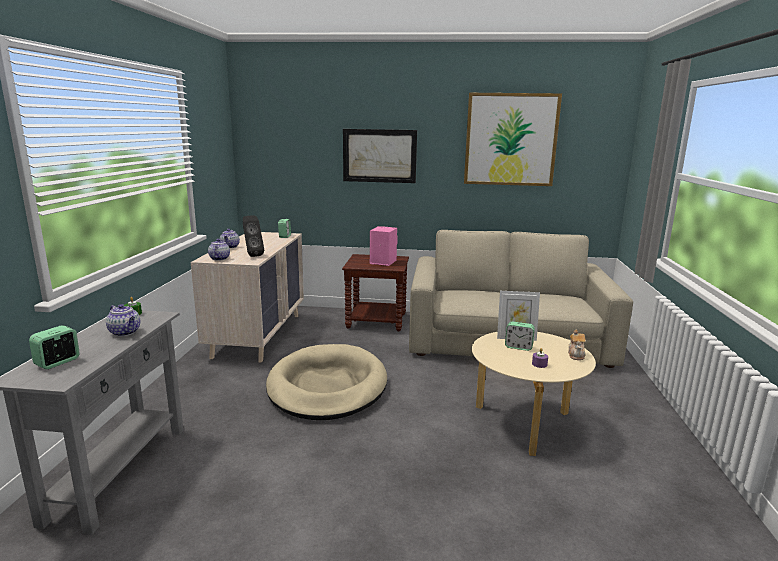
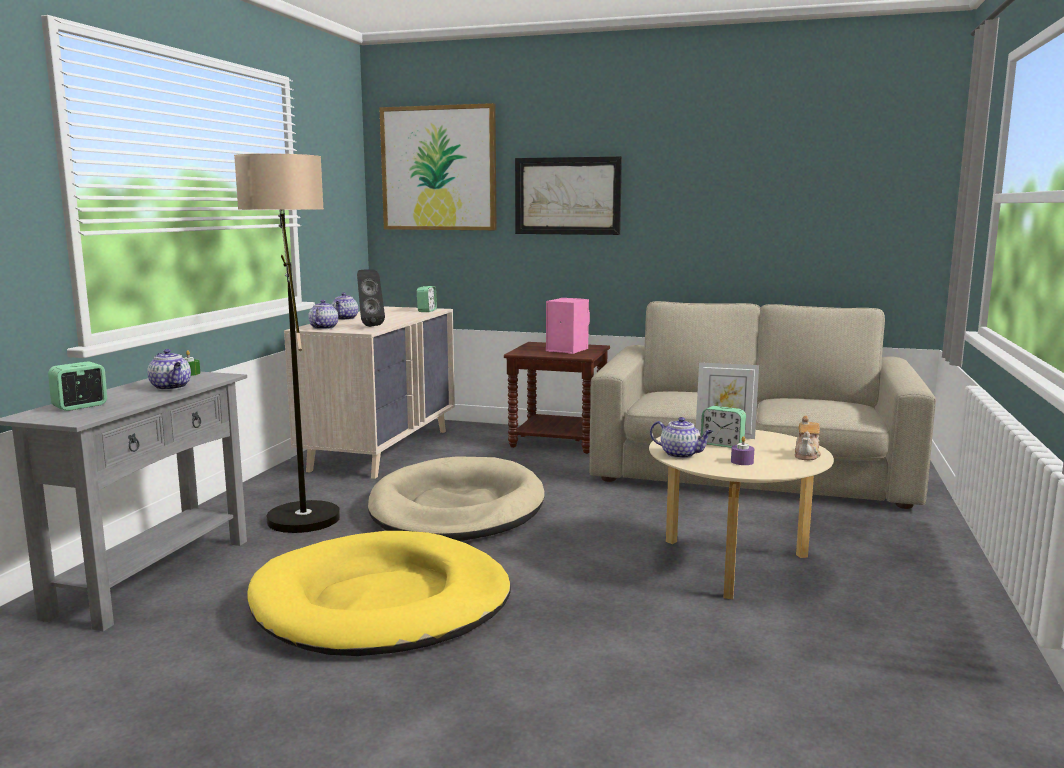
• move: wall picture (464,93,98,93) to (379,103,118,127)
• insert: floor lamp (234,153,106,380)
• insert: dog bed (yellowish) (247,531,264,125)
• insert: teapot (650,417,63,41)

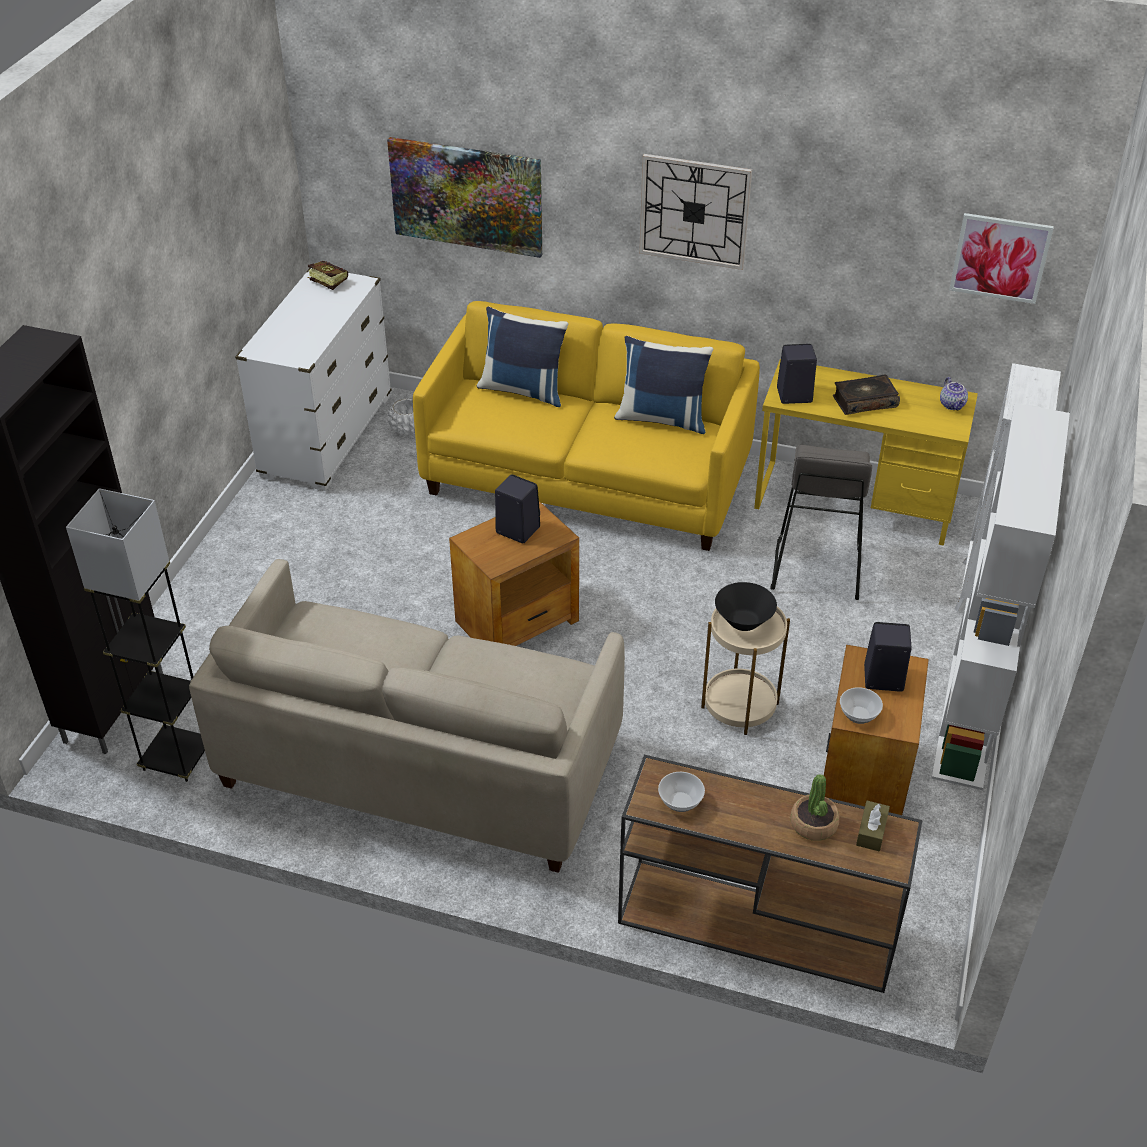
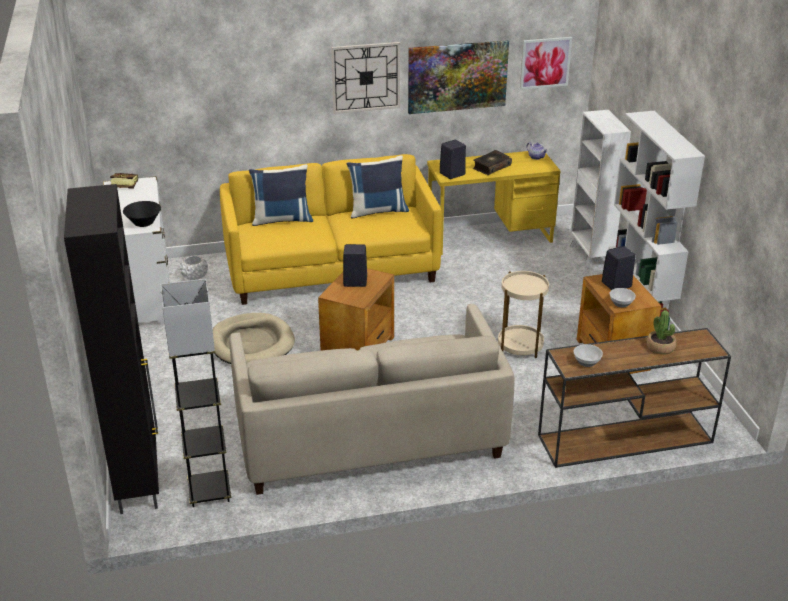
• move: wall picture (387,137,155,121) to (408,40,101,74)
• move: deep dish (black-coloured) (715,582,62,49) to (123,201,38,26)
• delete: stool seat (greyish) (770,445,102,155)
• delete: tissue box (brown) (856,801,34,50)
• insert: dog bed (beige) (213,313,82,51)

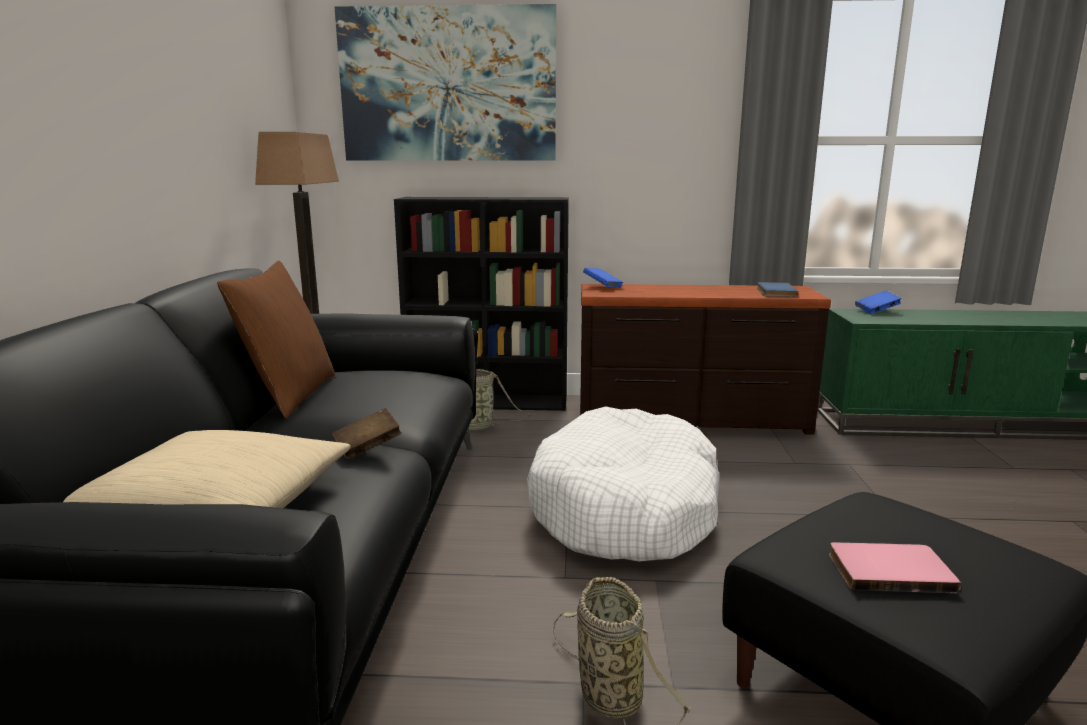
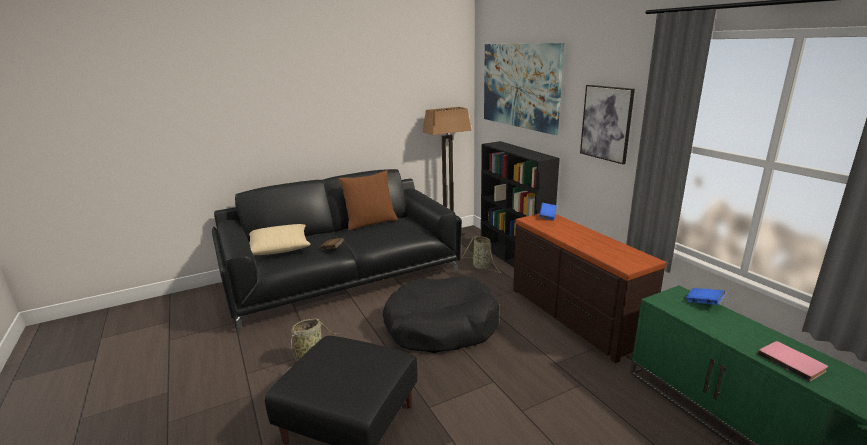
• recolor: dog bed (whitish) (527,406,192,155) to dog bed (black-coloured) (383,276,117,77)
• delete: bound book (blue) (757,282,41,15)
• move: bound book (pink-coloured) (829,542,132,51) to (758,341,70,41)
• insert: wall picture (580,85,55,79)

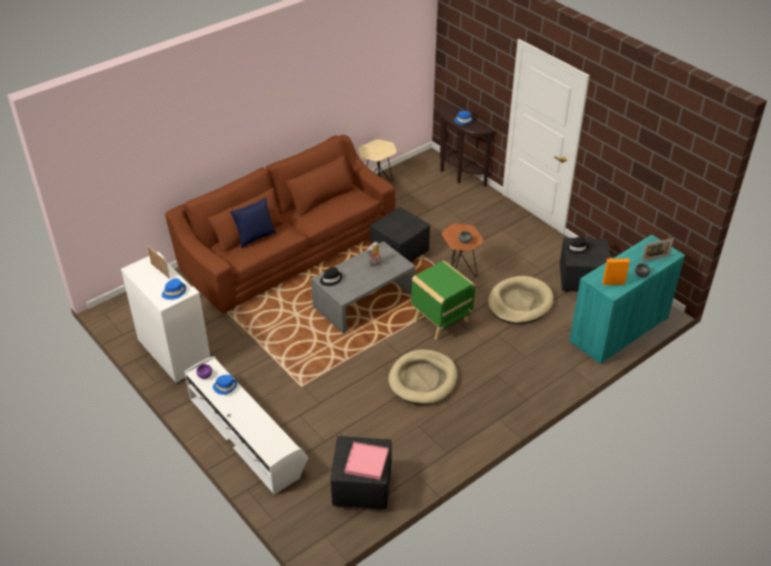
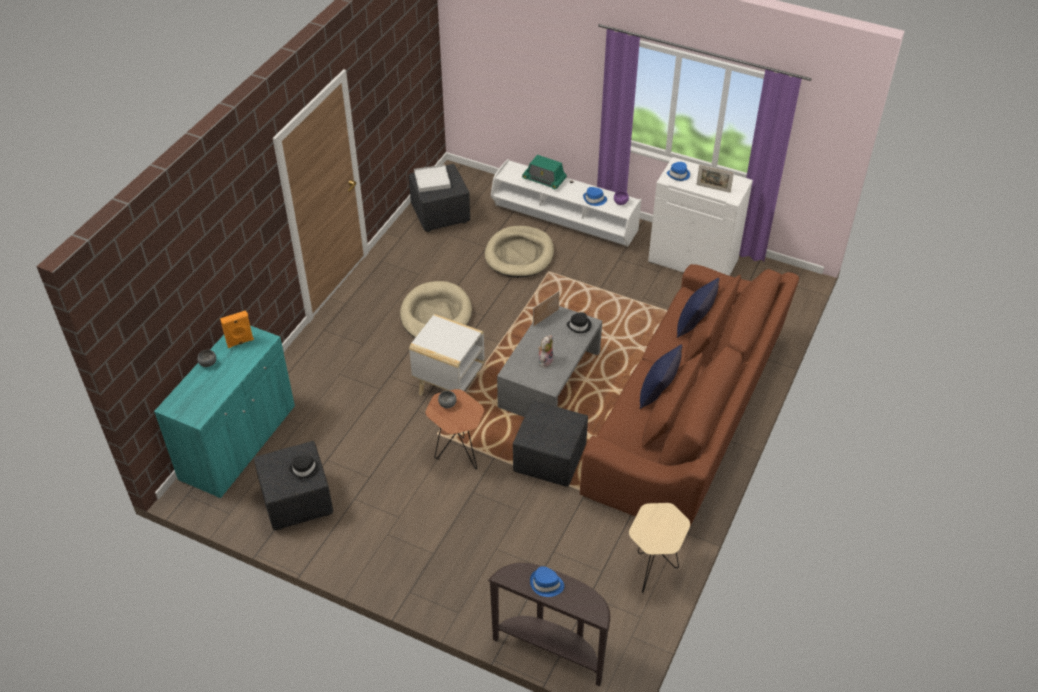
• recolor: serving tray (pink-coloured) (345,442,43,38) to serving tray (whitish) (414,165,37,27)
• recolor: side table (green-coloured) (411,260,64,80) to side table (whitish) (409,314,76,82)
• move: dog bed (beige) (488,276,65,48) to (485,226,69,52)
• move: picture frame (641,238,33,24) to (533,291,27,36)
• insert: radio receiver (522,155,45,34)
• insert: throw pillow (blue) (640,345,42,64)

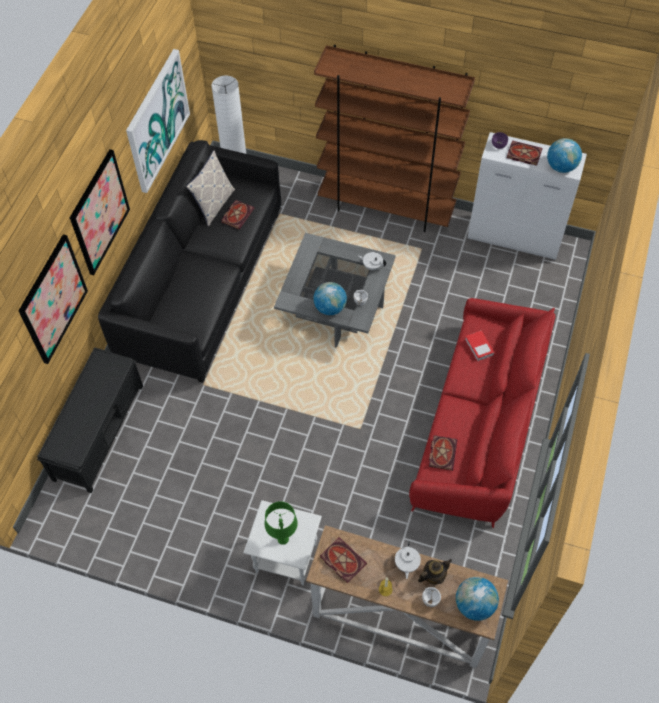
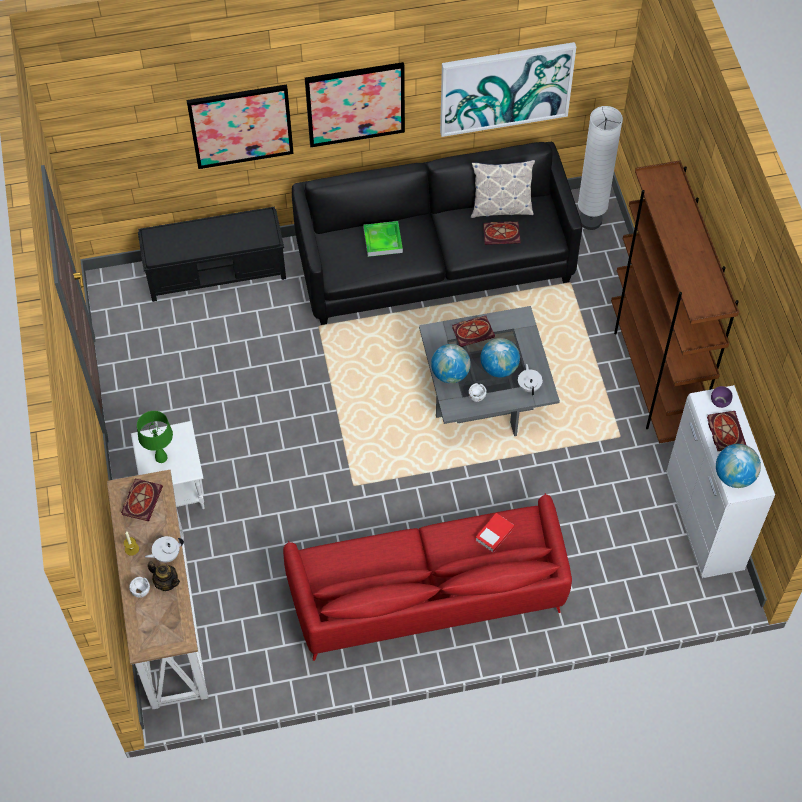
• move: bound book (429,435,28,36) to (452,316,43,31)
• move: world globe (456,577,43,44) to (481,338,39,39)
• insert: serving tray (363,221,40,36)

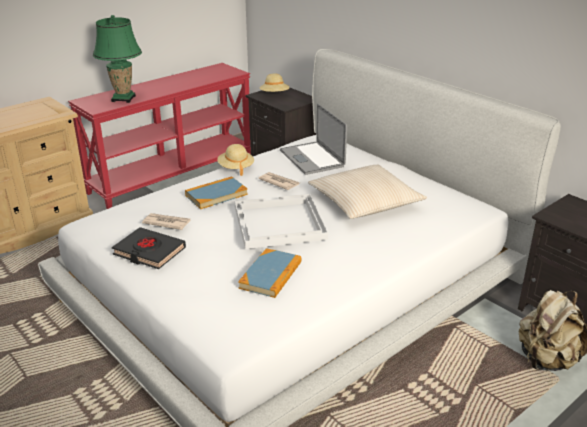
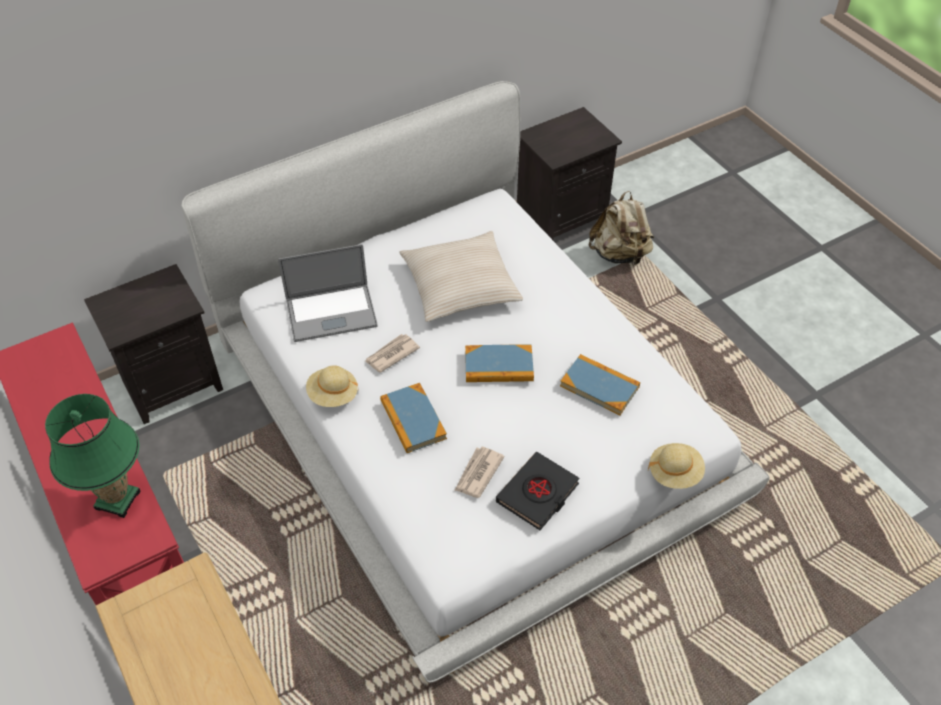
• replace: serving tray (whitish) (235,194,93,55) to bound book (465,345,69,37)
• move: hat (beige) (259,73,31,19) to (648,443,57,46)

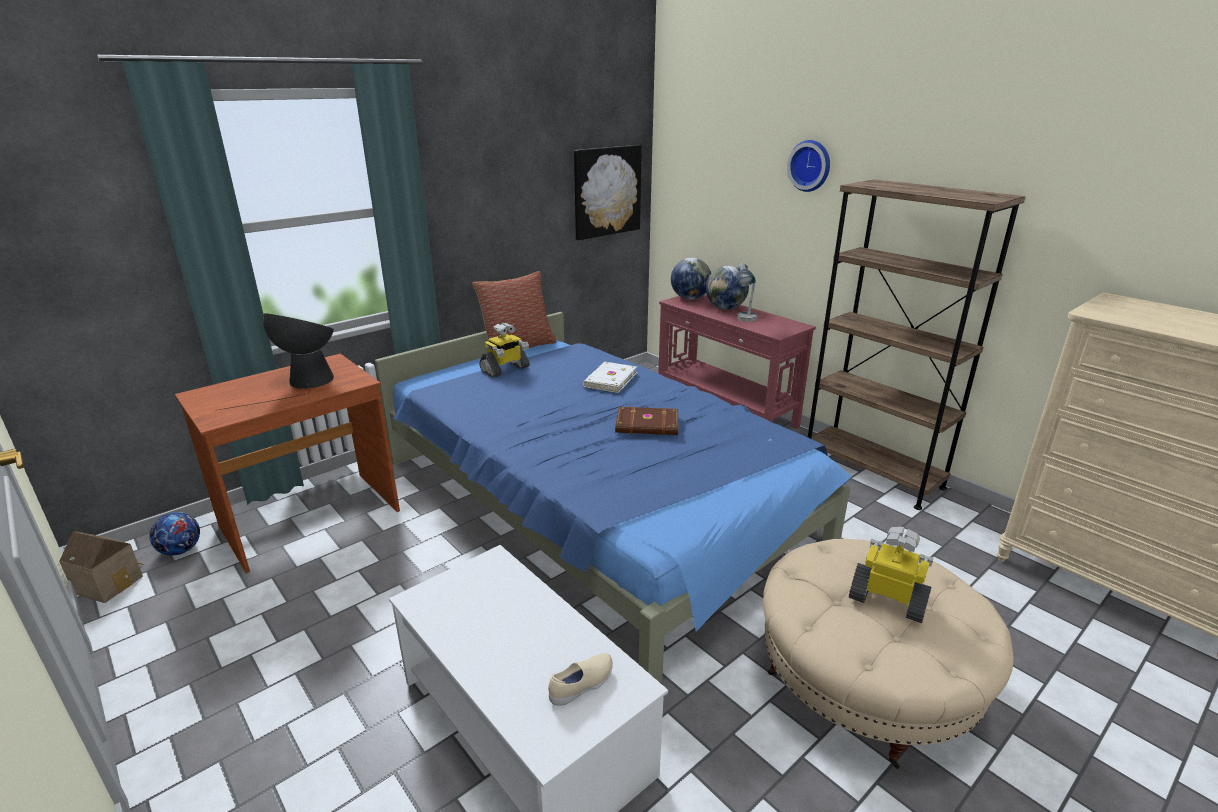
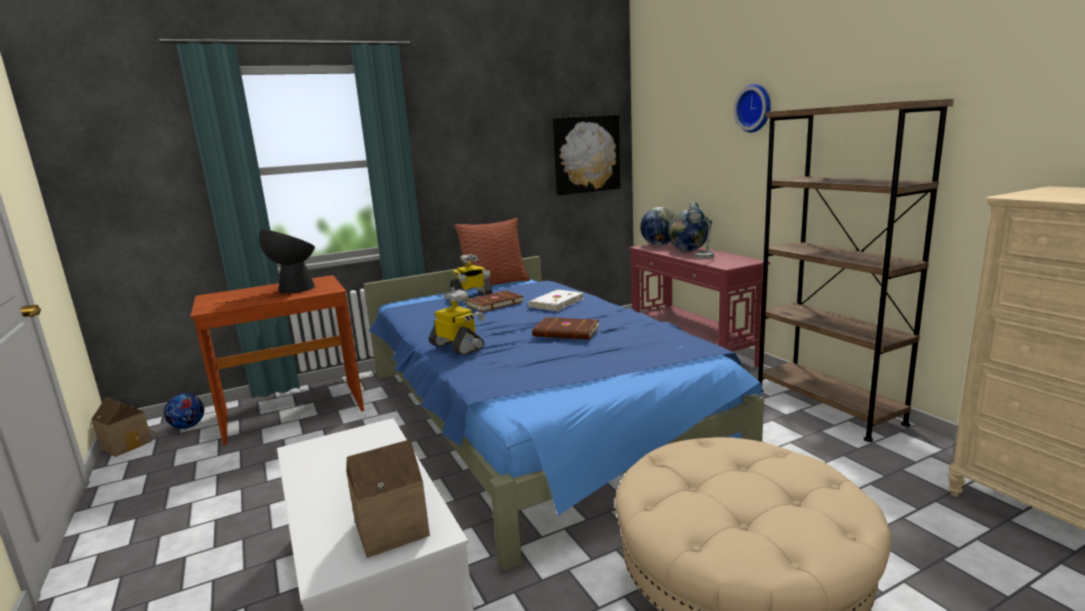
• replace: item of footwear (beige) (548,653,65,53) to miniature house (346,439,84,119)
• move: robot figure (849,527,85,96) to (429,289,56,66)
• insert: bound book (brown) (465,290,59,22)

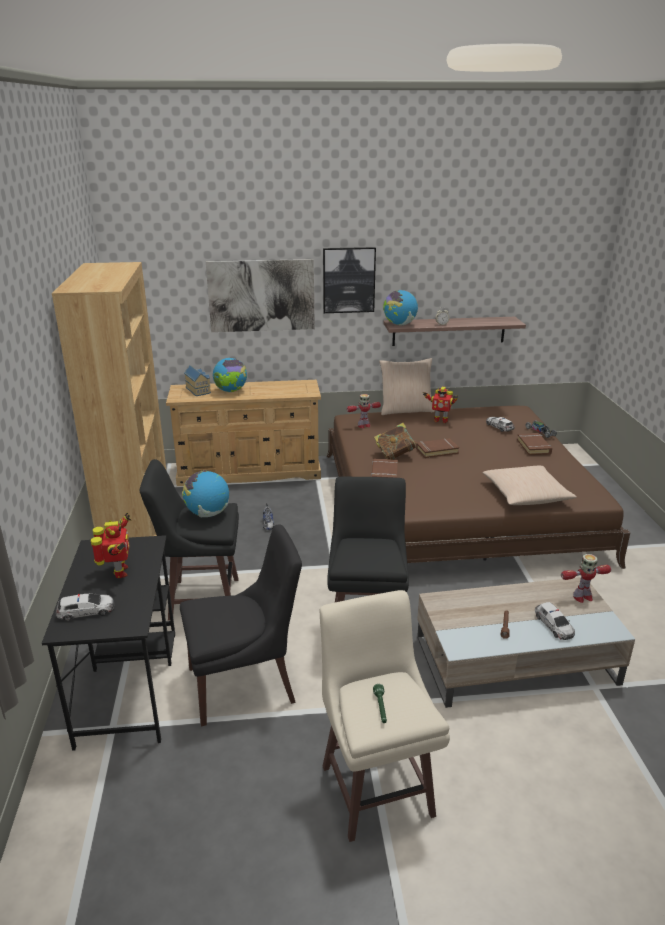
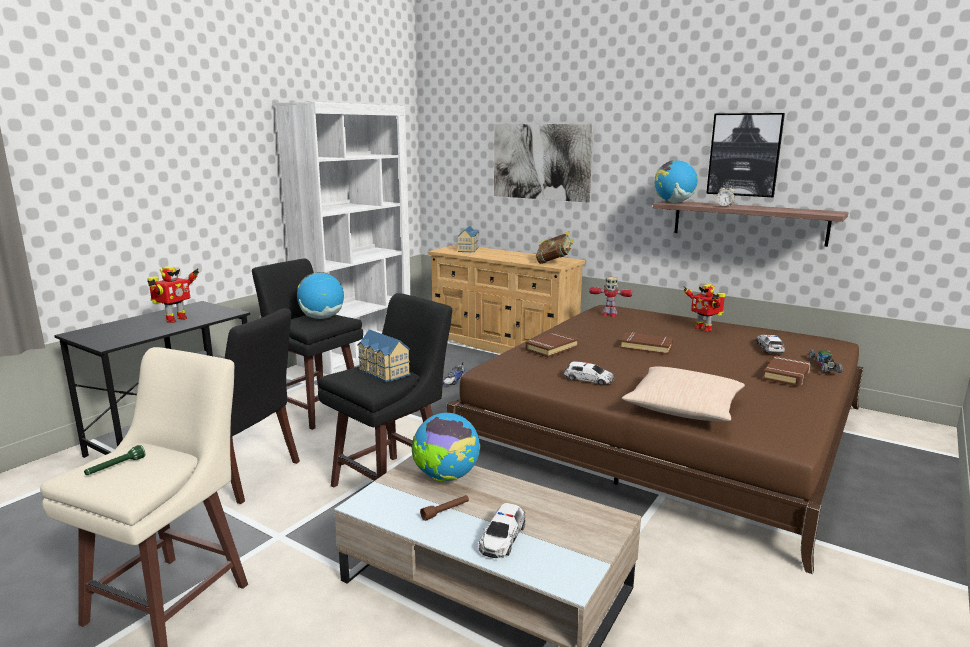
• recolor: bookshelf (brown) (52,262,115,276) to bookshelf (whitish) (275,102,136,273)
• move: miniature car (56,593,58,28) to (564,361,50,25)
• move: world globe (213,358,34,34) to (412,413,69,69)
• move: wall picture (323,247,53,66) to (706,113,79,84)
• move: bound book (374,423,44,37) to (536,231,38,33)
• delete: throw pillow (beige) (379,358,56,57)
• delete: robot figure (561,554,50,49)
• insert: miniature house (357,329,53,53)

